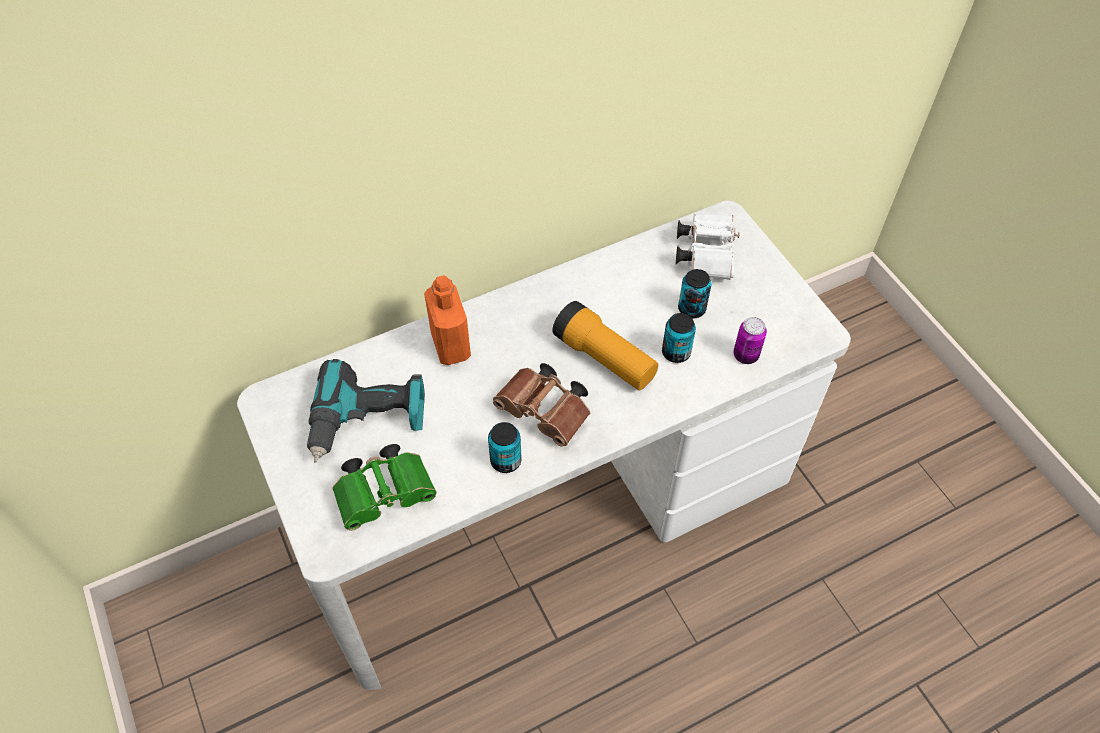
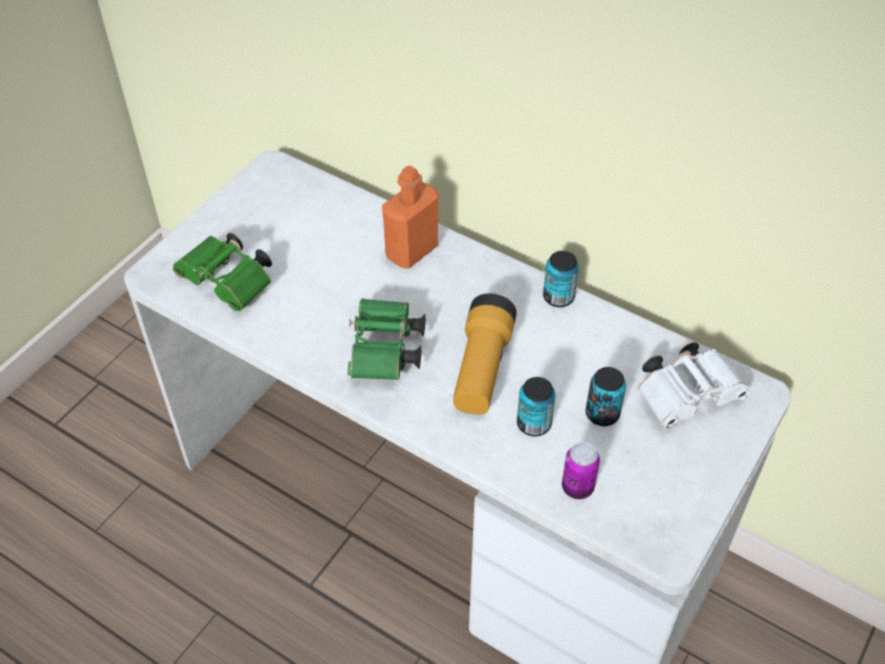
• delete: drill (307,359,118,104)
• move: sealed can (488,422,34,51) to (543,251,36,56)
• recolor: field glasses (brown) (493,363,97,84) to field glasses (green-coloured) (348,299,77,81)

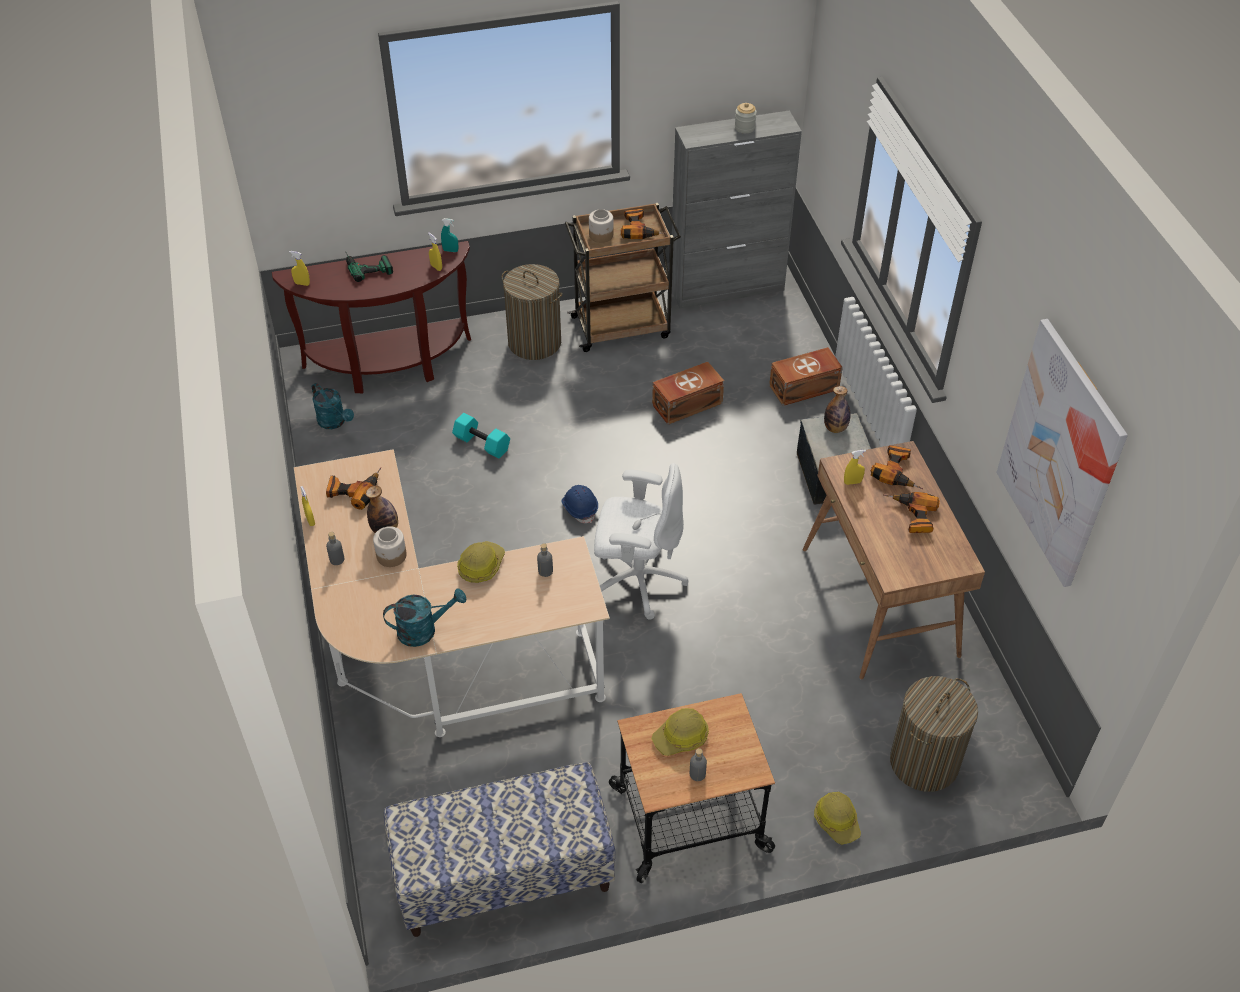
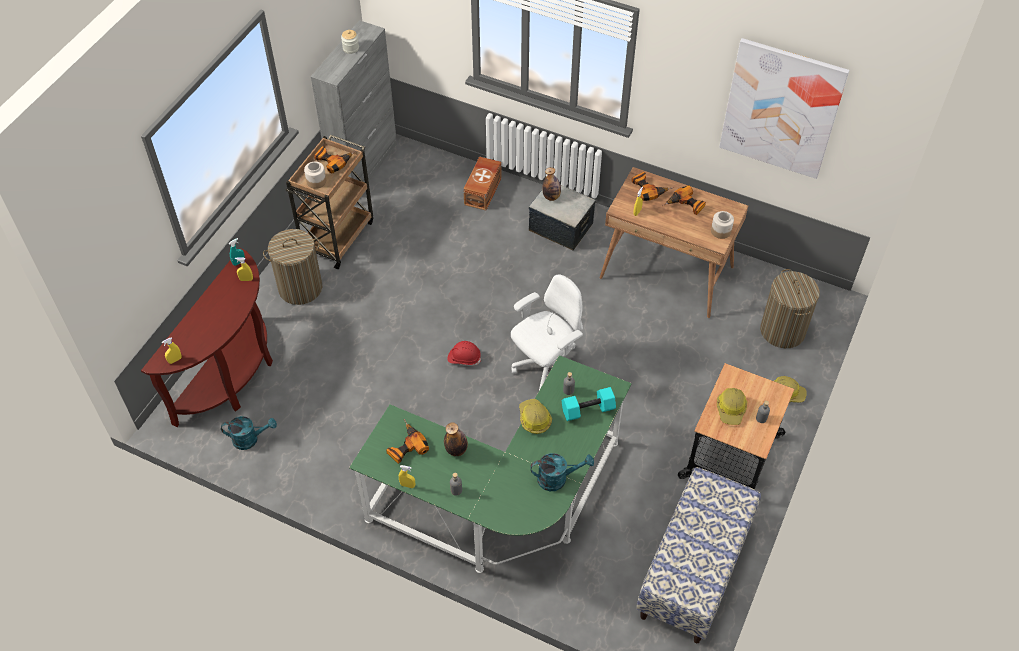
• recolor: desk (beige) (294,449,316,288) to desk (green-coloured) (349,355,283,218)
• delete: drill (346,253,47,29)
• move: preserve jar (373,526,34,41) to (711,211,23,28)
• rotate: watering can (turquoise) (383,588,83,59) = (530,453,64,38) 60 degrees clockwise
• move: free weight (turquoise) (452,413,58,45) to (562,387,54,34)
• recolor: safety helmet (blue) (562,485,36,38) to safety helmet (red-coloured) (447,341,34,25)
• delete: storage container (brown) (652,362,72,63)

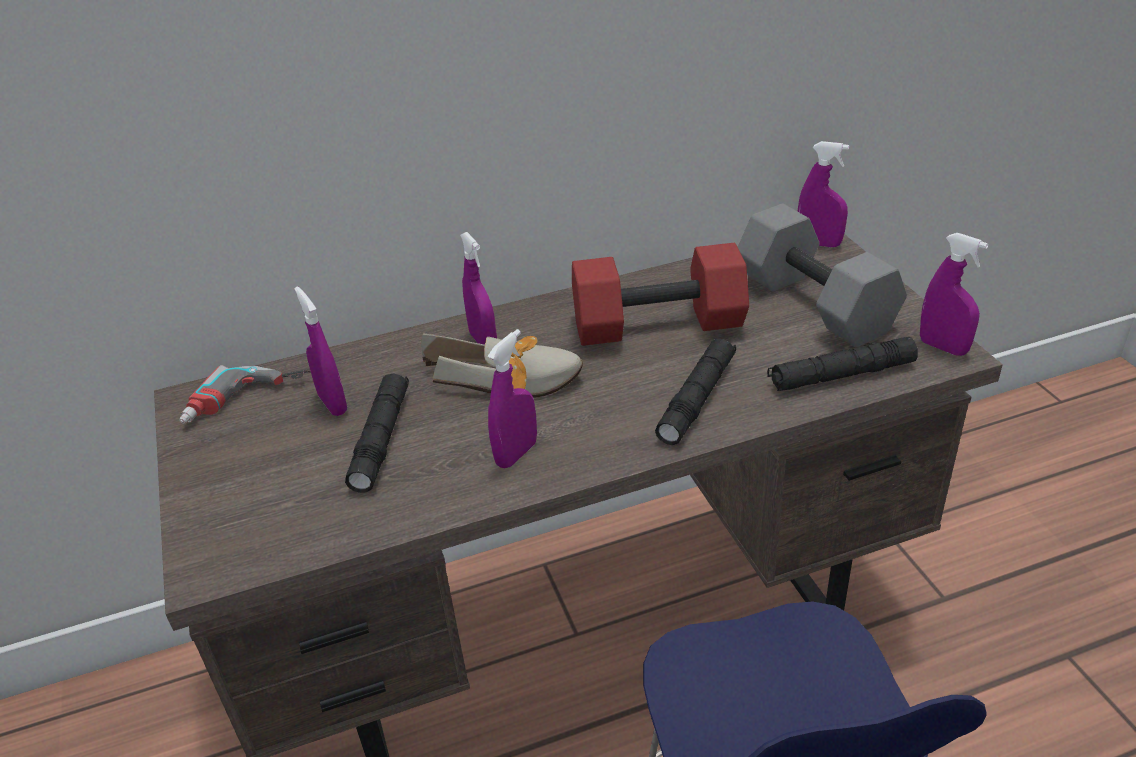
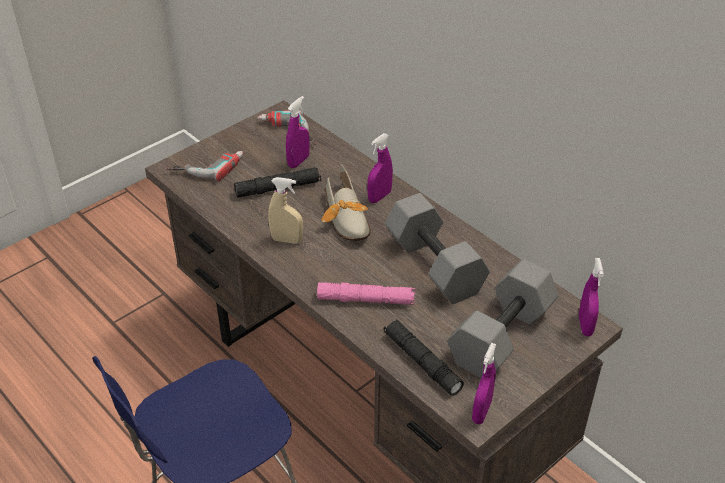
• recolor: sprayer (purple) (487,329,50,139) to sprayer (beige) (268,177,35,67)
• recolor: free weight (red-coloured) (572,243,177,103) to free weight (greyish) (385,193,105,111)
• recolor: flashlight (black-coloured) (655,339,81,106) to flashlight (pink-coloured) (317,282,98,23)
• insert: drill (166,151,77,31)

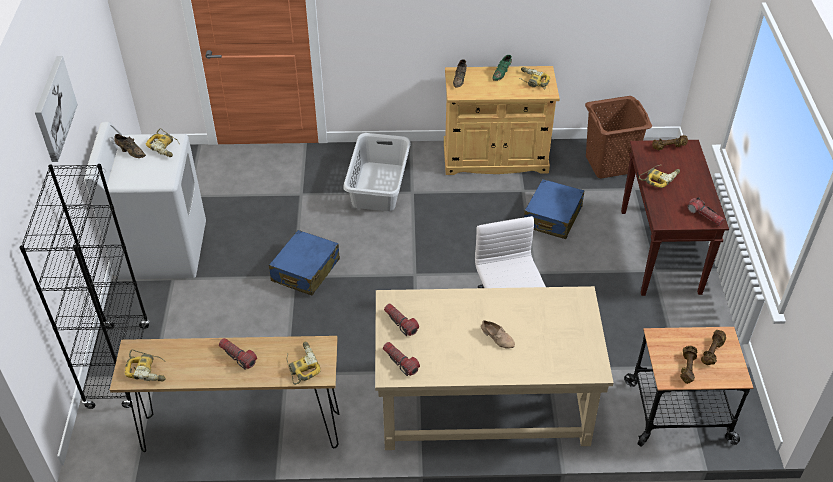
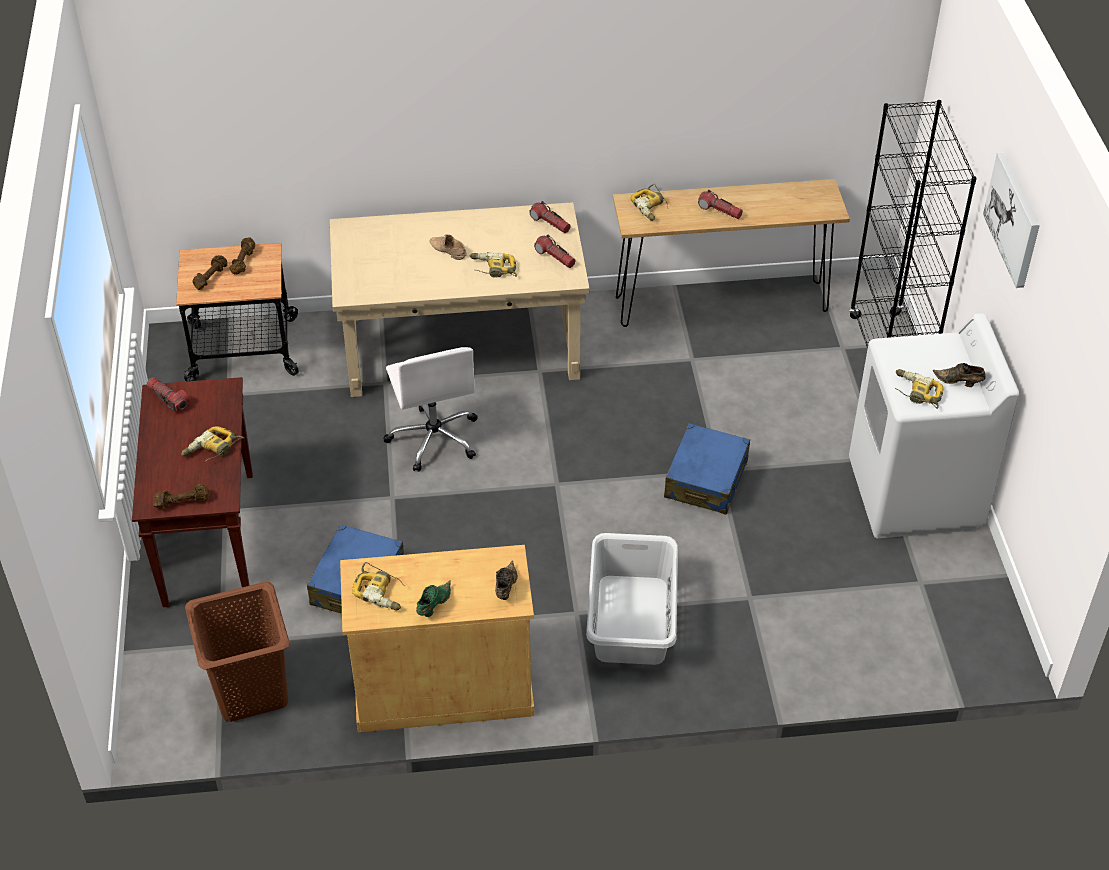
• move: drill (125,350,41,31) to (470,252,47,25)

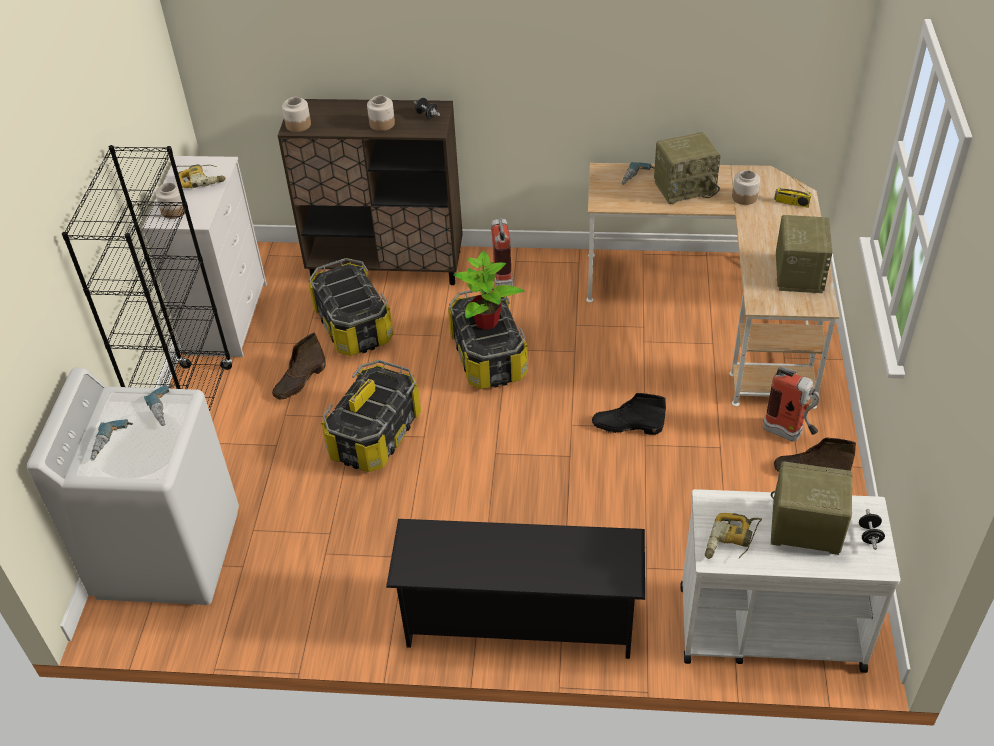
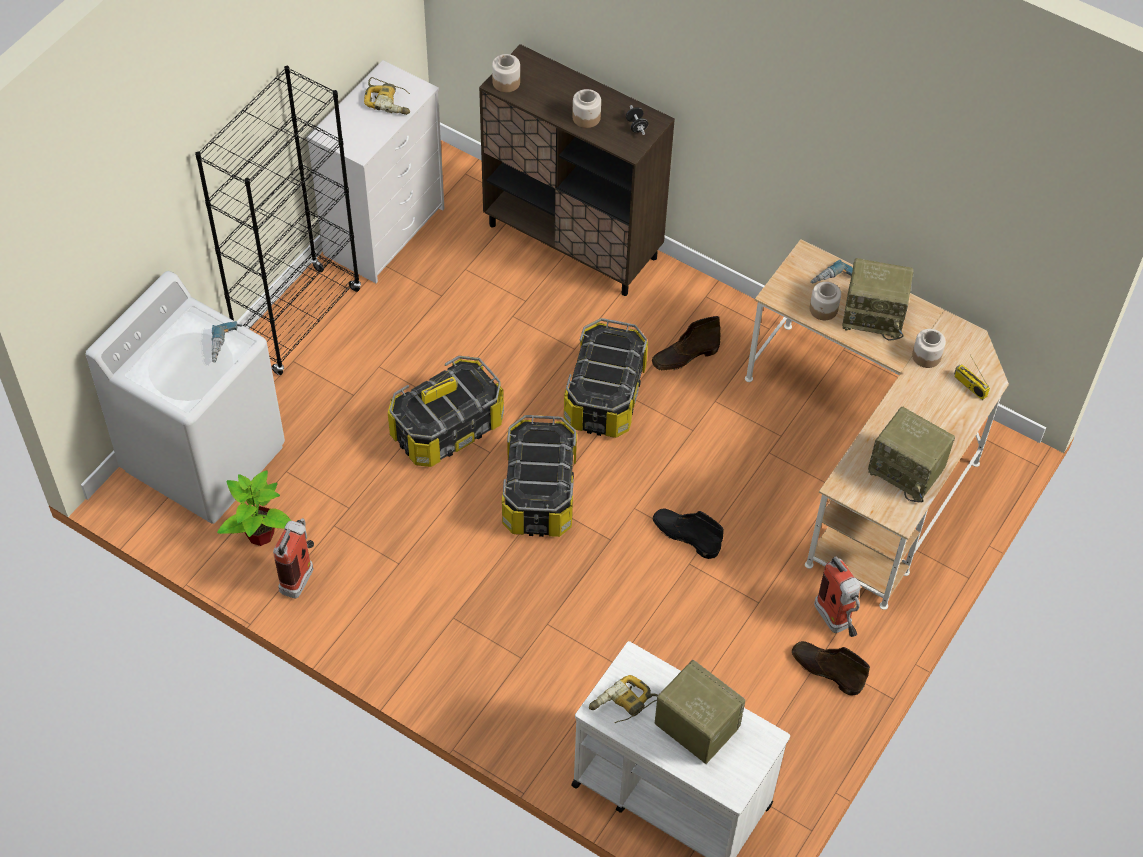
• delete: drill (90,419,43,42)
• move: preserve jar (155,182,30,37) to (810,282,31,38)
• move: boot (brown) (272,332,54,68) to (652,316,68,54)
• move: storage container (309,258,84,98) to (502,415,75,122)
• delete: shoe shelf (black-coloured) (386,519,259,140)
• move: plant in a pot (453,251,71,79) to (217,470,74,76)
• move: fire extinguisher (491,219,22,67) to (273,518,41,80)
• rotate: radio receiver (776,215,57,78) = (868,407,87,95) 90 degrees clockwise
• delete: free weight (black-coloured) (859,509,26,41)

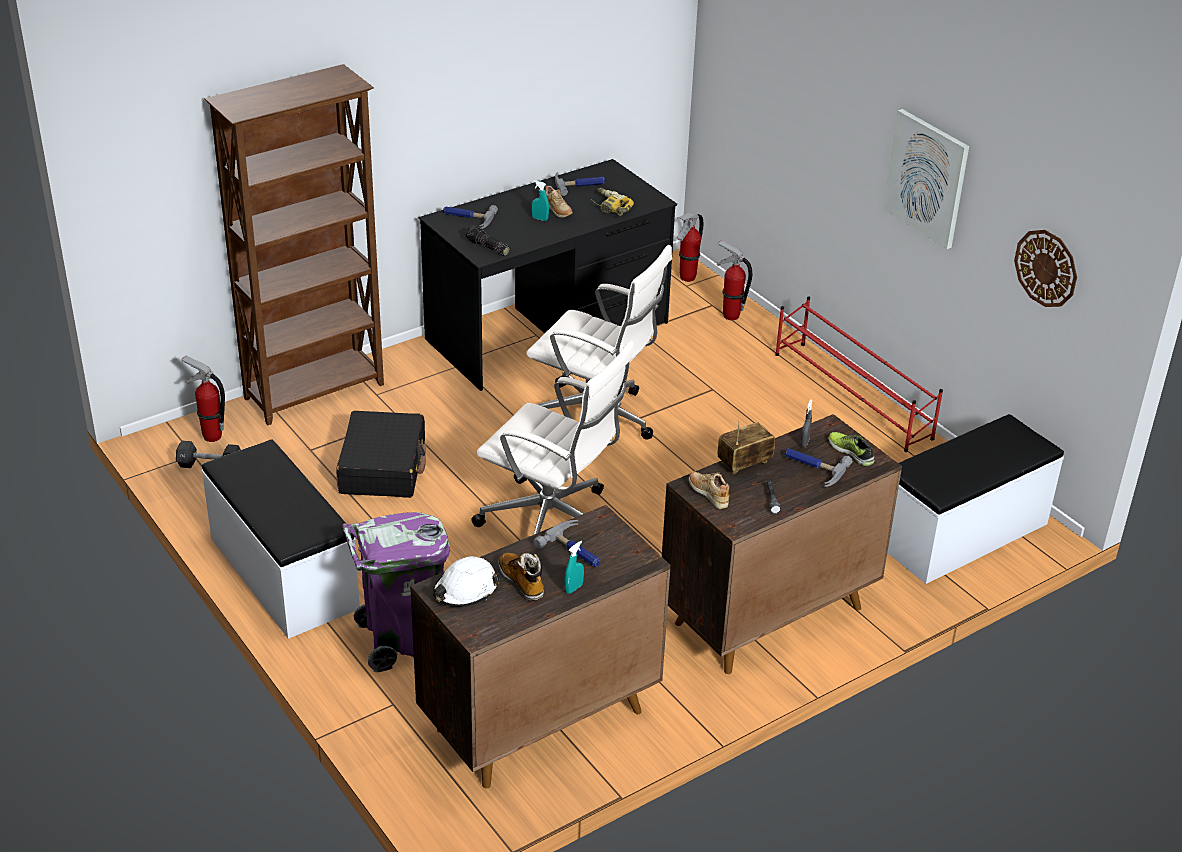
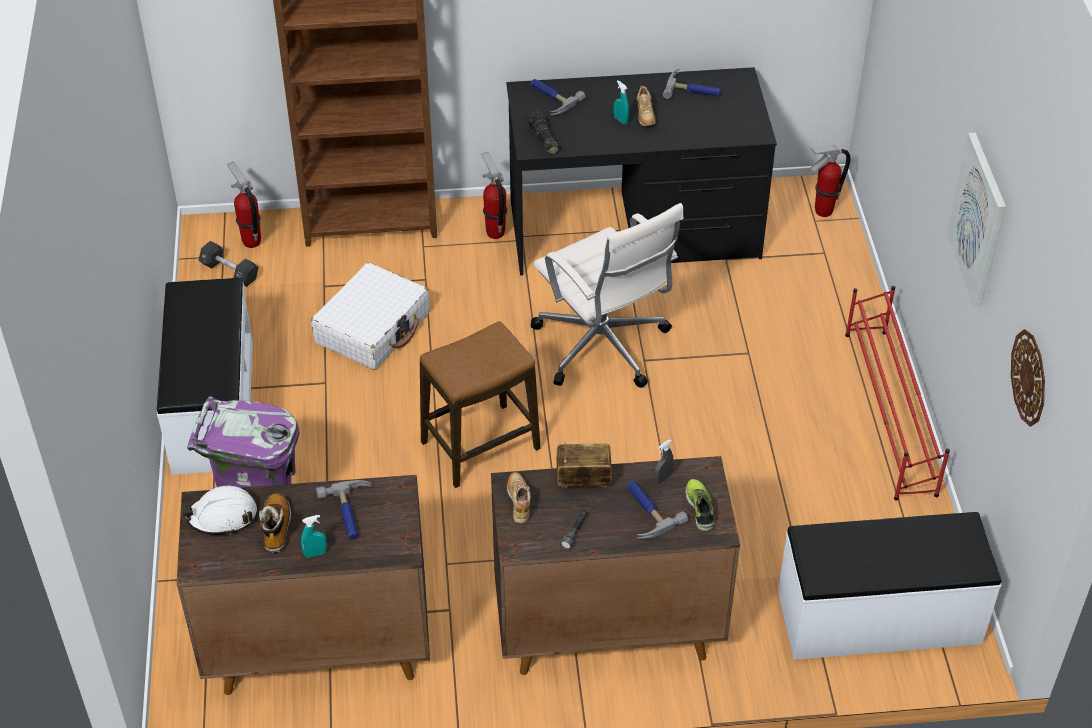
• recolor: suitcase (black-coloured) (336,411,90,87) to suitcase (whitish) (311,262,119,108)
• replace: office chair (whitish) (471,341,163,194) to stool seat (420,321,121,167)
• delete: drill (590,188,44,28)
• move: fire extinguisher (717,240,35,81) to (481,152,26,87)

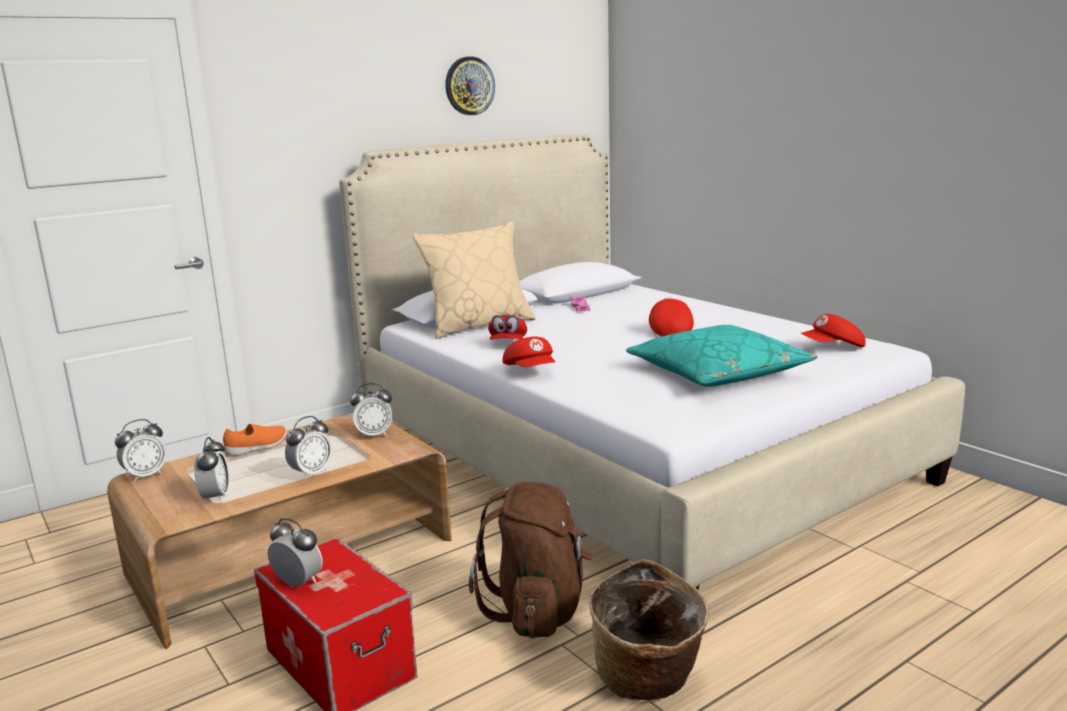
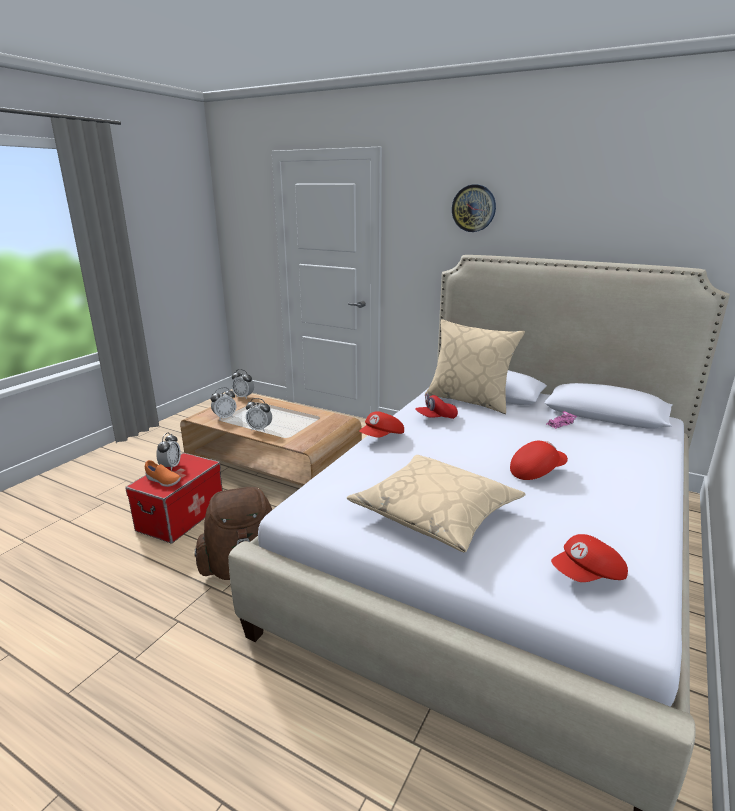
• move: item of footwear (orangey) (223,424,63,32) to (145,460,36,27)
• delete: alarm clock (350,383,42,55)
• move: wall clock (445,56,50,59) to (452,184,44,48)
• delete: household basket (589,559,120,141)
• recolor: throw pillow (turquoise) (626,325,192,62) to throw pillow (beige) (347,455,179,97)
• rotate: baseball cap (red-coloured) (801,314,65,33) = (551,534,77,48) 75 degrees counterclockwise

